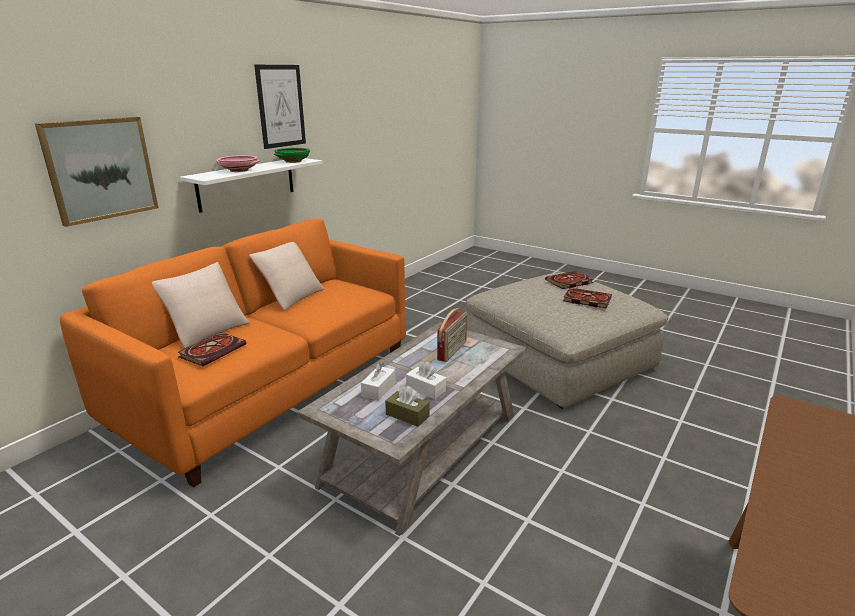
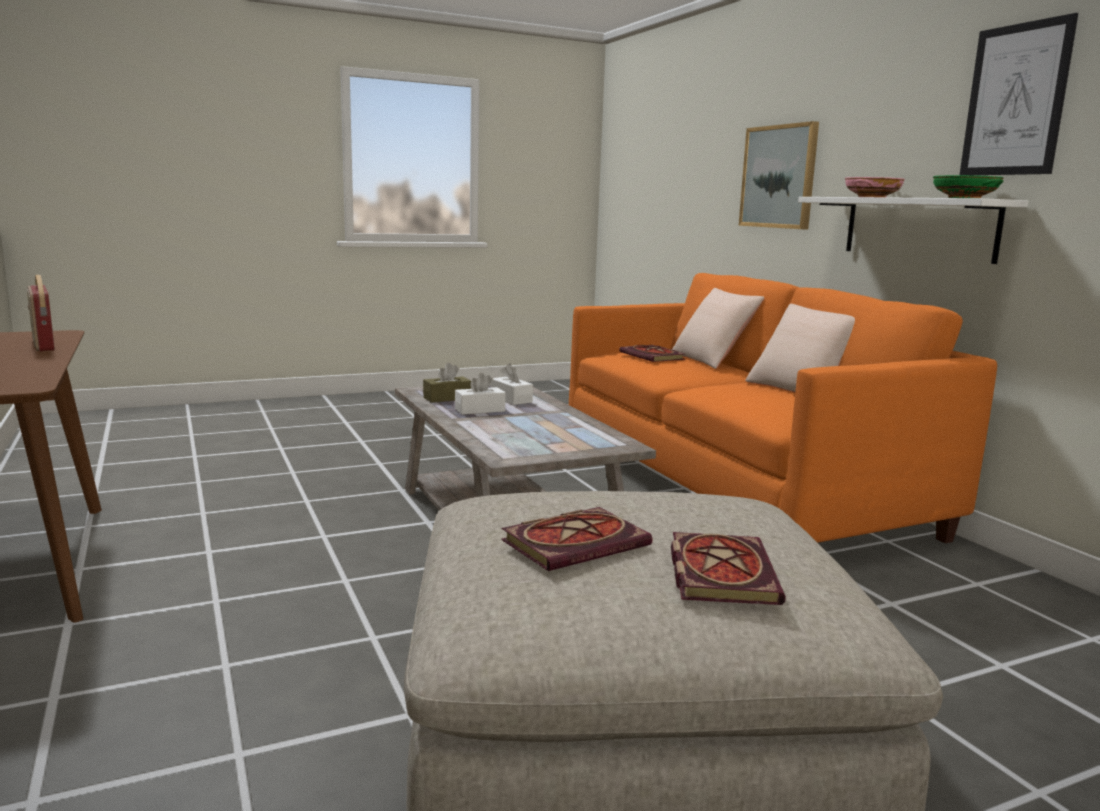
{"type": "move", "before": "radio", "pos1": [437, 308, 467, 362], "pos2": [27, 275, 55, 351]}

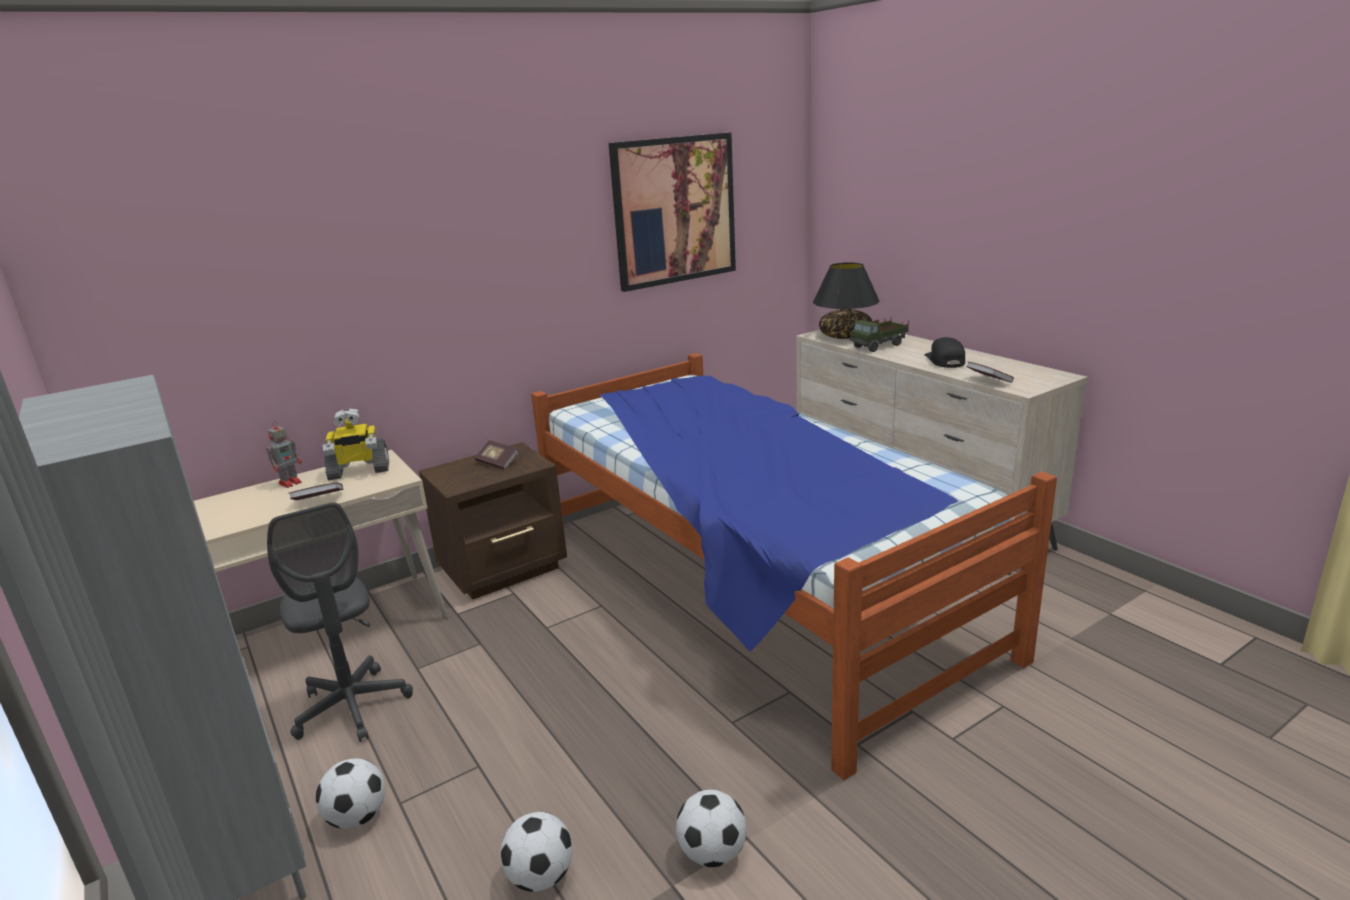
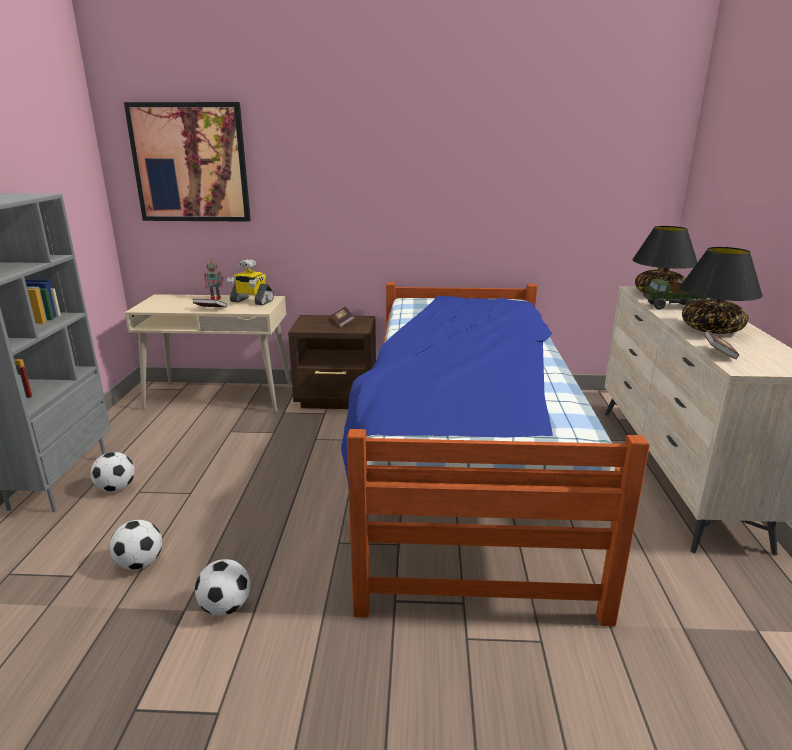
{"type": "delete", "before": "desk chair/grey", "pos1": [267, 502, 413, 742]}
{"type": "move", "before": "picture", "pos1": [609, 133, 736, 292], "pos2": [124, 102, 251, 222]}
{"type": "replace", "before": "baseball cap/blackish", "after": "lamp for a table/blackish", "pos1": [924, 337, 965, 368], "pos2": [679, 247, 763, 334]}

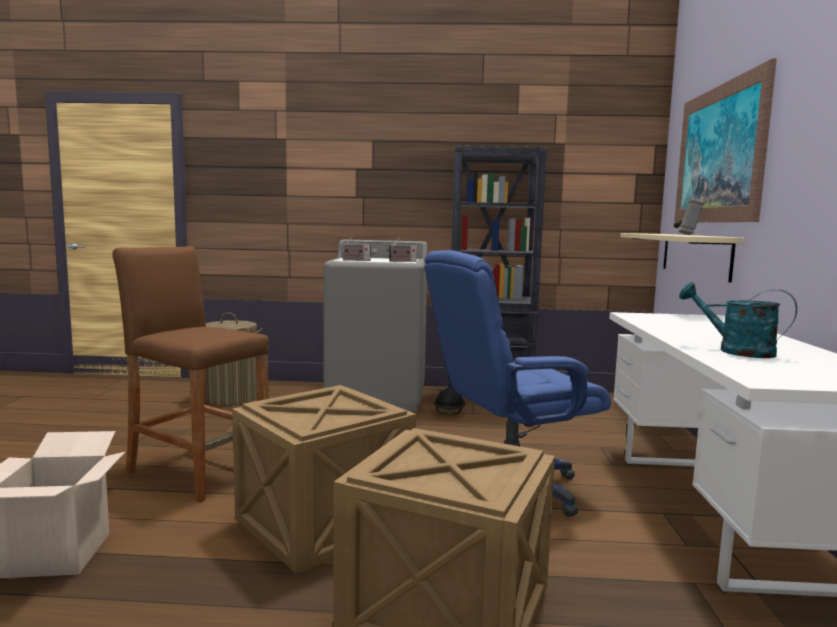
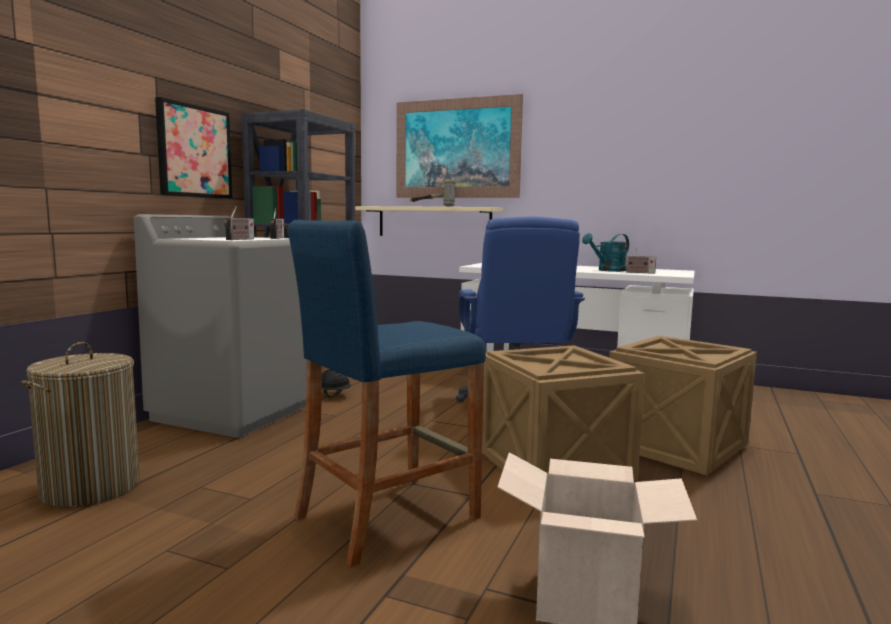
{"type": "insert", "after": "picture", "pos2": [155, 97, 232, 198]}
{"type": "insert", "after": "radio", "pos2": [624, 247, 656, 274]}
{"type": "recolor", "before": "sitting stool/brown", "after": "sitting stool/blue", "pos1": [113, 246, 269, 503], "pos2": [288, 220, 486, 567]}

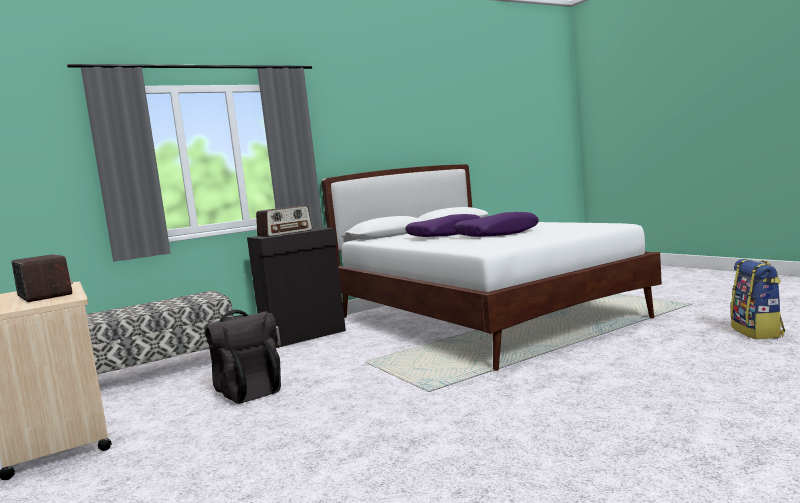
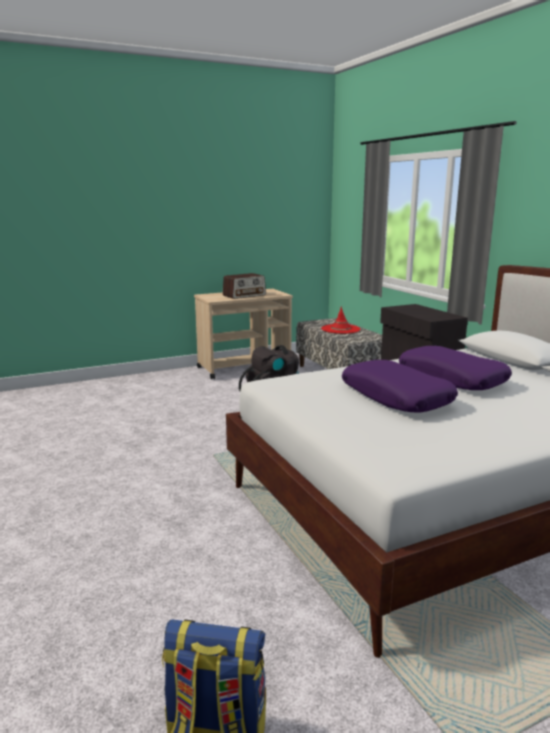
{"type": "delete", "before": "radio", "pos1": [256, 206, 312, 237]}
{"type": "insert", "after": "hat/red", "pos2": [321, 306, 361, 334]}

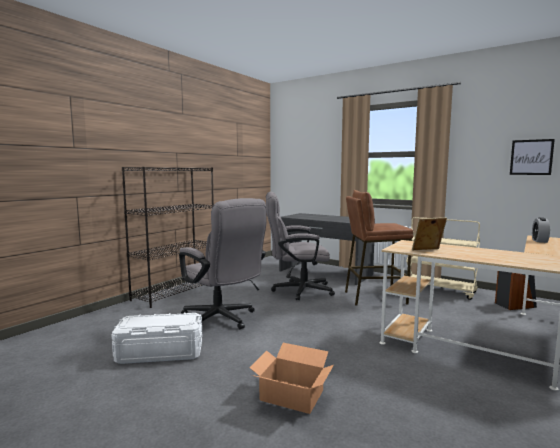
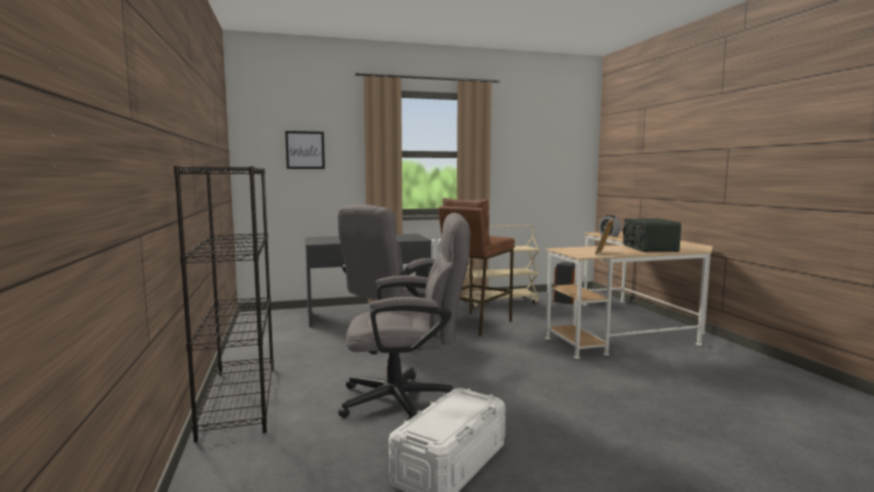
{"type": "delete", "before": "cardboard box", "pos1": [250, 343, 334, 414]}
{"type": "insert", "after": "radio", "pos2": [623, 218, 681, 252]}
{"type": "move", "before": "picture", "pos1": [510, 139, 555, 175], "pos2": [285, 131, 325, 169]}

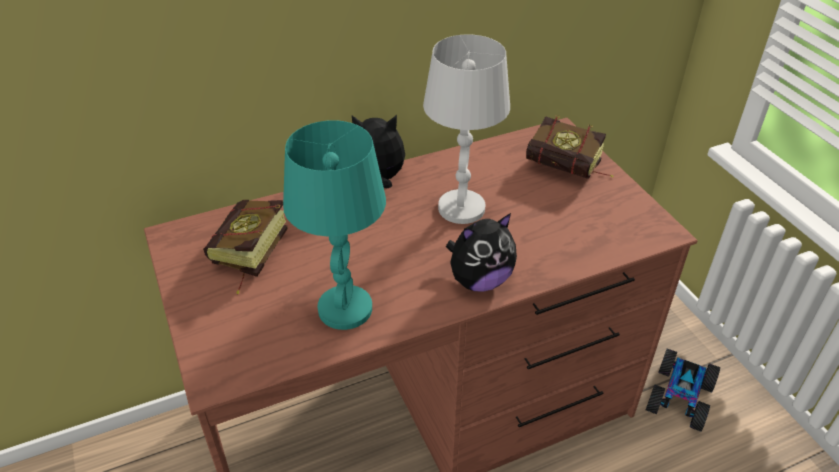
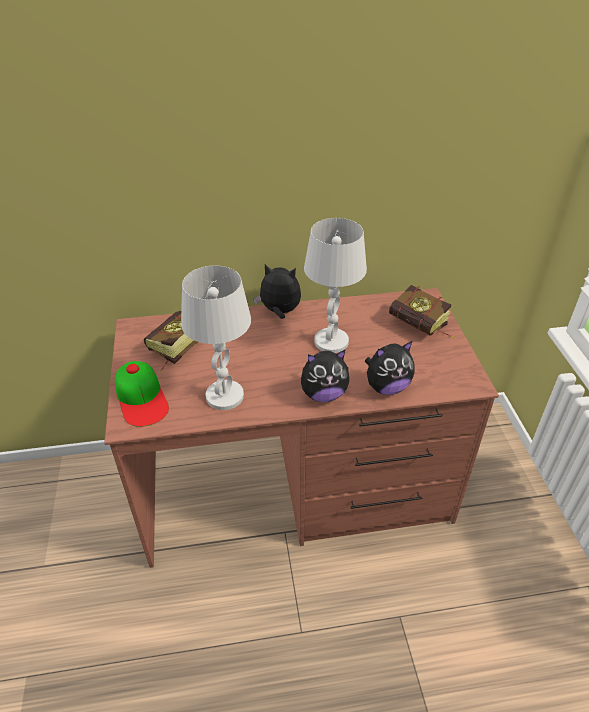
{"type": "delete", "before": "toy car", "pos1": [646, 349, 720, 432]}
{"type": "insert", "after": "baseball cap", "pos2": [115, 361, 169, 427]}
{"type": "insert", "after": "soft toy", "pos2": [365, 341, 415, 395]}
{"type": "recolor", "before": "lamp for a table/blue-green", "after": "lamp for a table/white", "pos1": [283, 120, 386, 330], "pos2": [181, 266, 251, 410]}

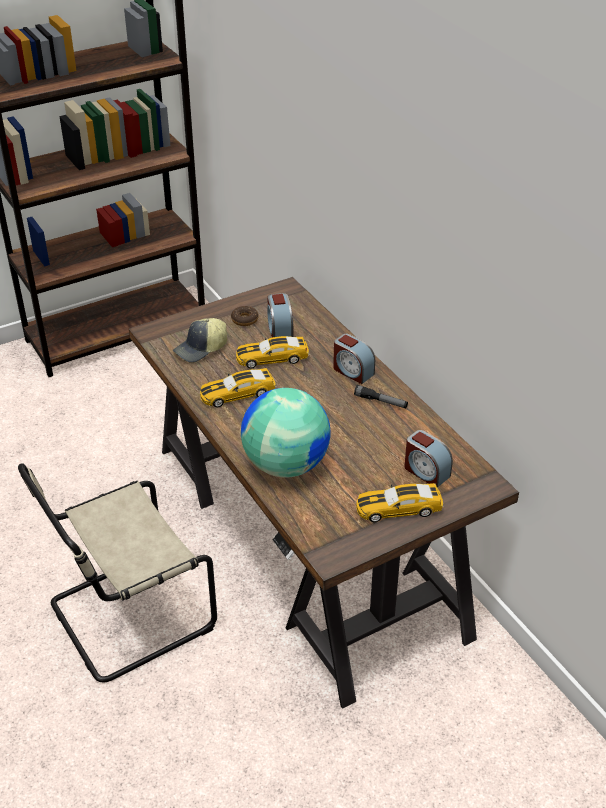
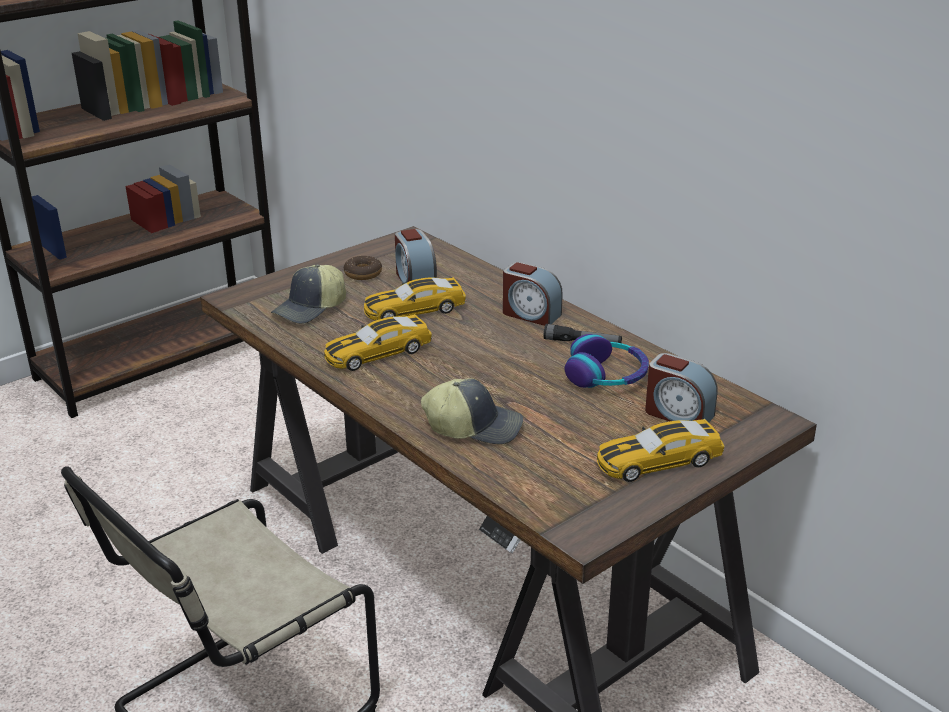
{"type": "insert", "after": "headset", "pos2": [565, 334, 649, 388]}
{"type": "replace", "before": "desk globe", "after": "baseball cap", "pos1": [241, 388, 331, 478], "pos2": [421, 378, 523, 444]}

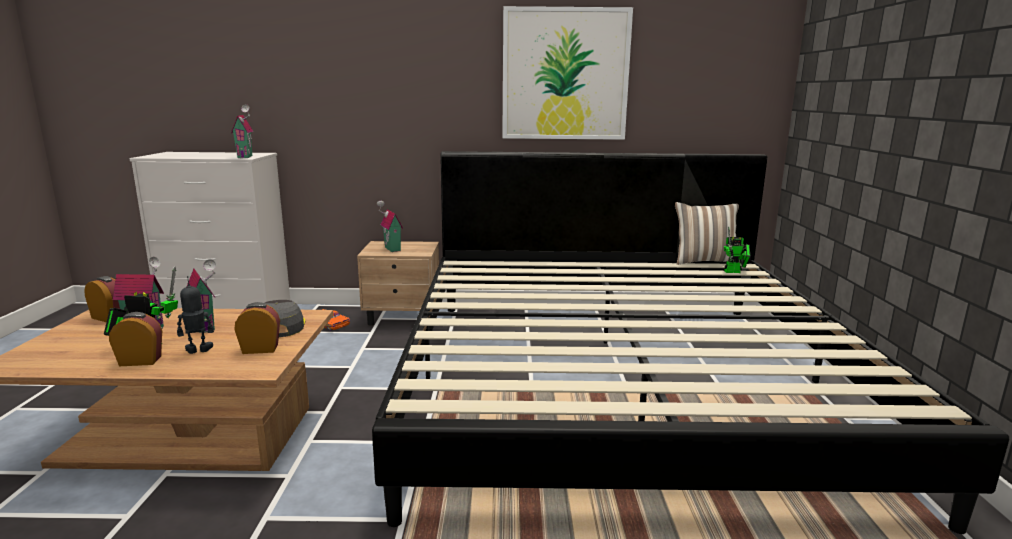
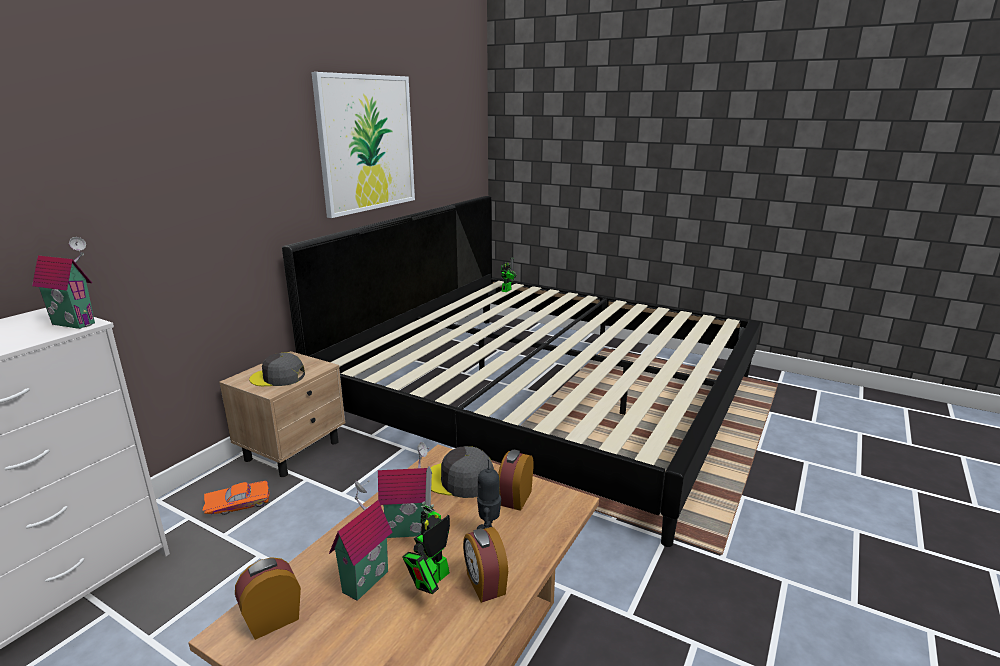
{"type": "delete", "before": "throw pillow", "pos1": [675, 202, 741, 265]}
{"type": "replace", "before": "toy house", "after": "baseball cap/grey", "pos1": [377, 201, 403, 252], "pos2": [249, 352, 305, 386]}
{"type": "rotate", "before": "table clock", "pos1": [109, 312, 162, 366], "pos2": [463, 527, 508, 603], "turn": -45}

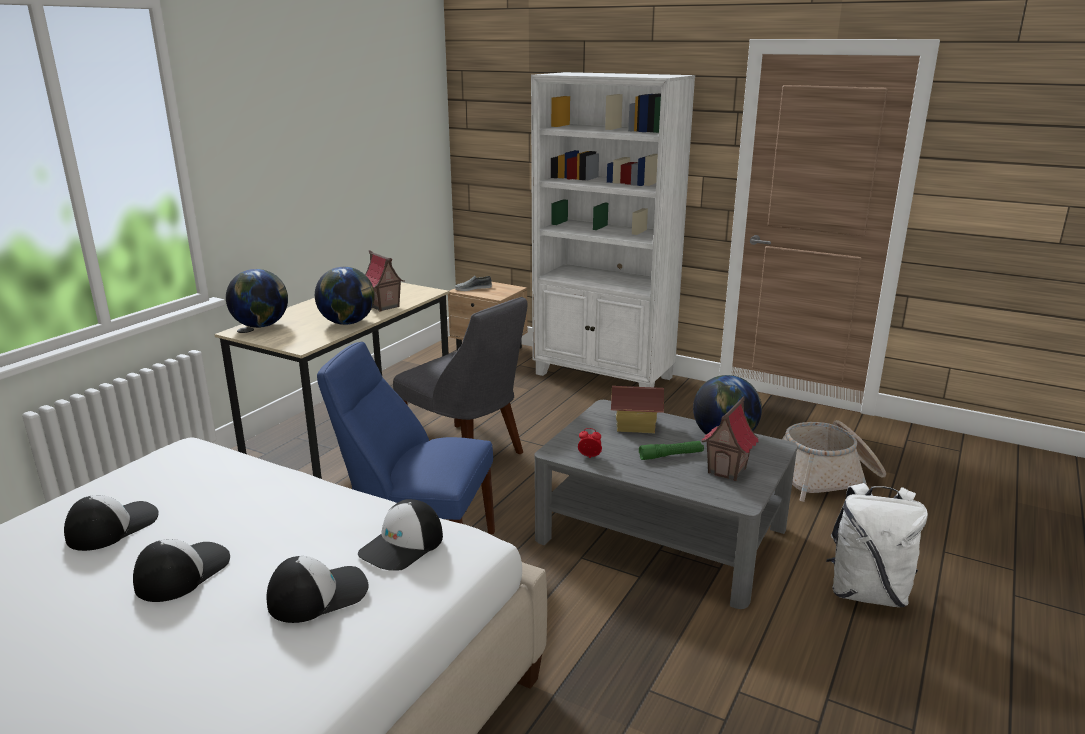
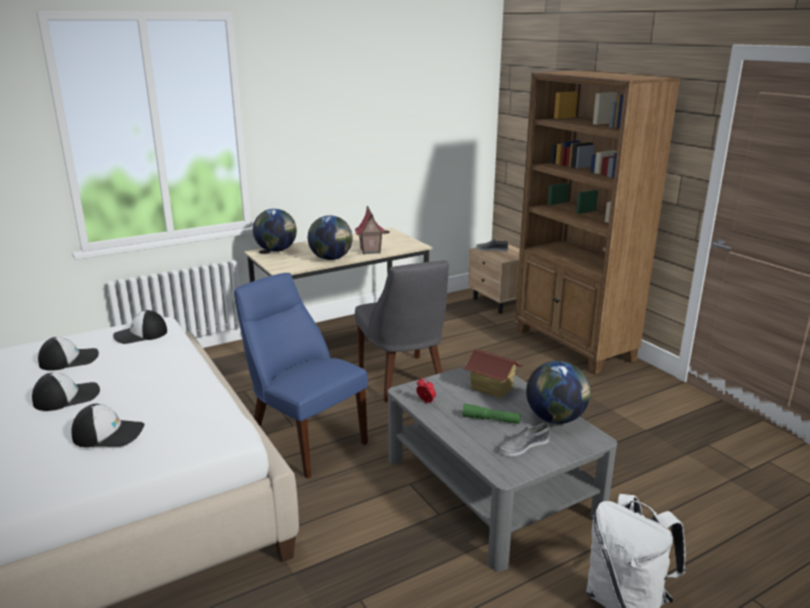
{"type": "delete", "before": "household basket", "pos1": [782, 420, 886, 502]}
{"type": "move", "before": "baseball cap", "pos1": [358, 499, 443, 571], "pos2": [113, 310, 167, 344]}
{"type": "replace", "before": "toy house", "after": "item of footwear/grey", "pos1": [701, 396, 759, 481], "pos2": [500, 423, 550, 456]}
{"type": "recolor", "before": "shelving unit/white", "after": "shelving unit/brown", "pos1": [531, 72, 695, 387], "pos2": [515, 70, 680, 375]}

